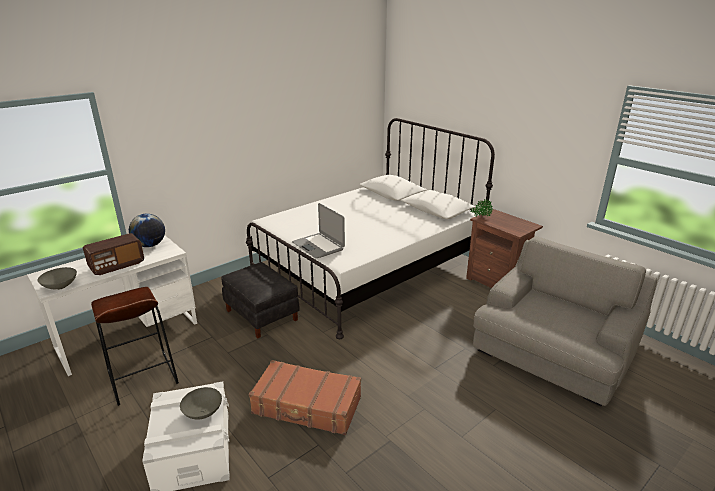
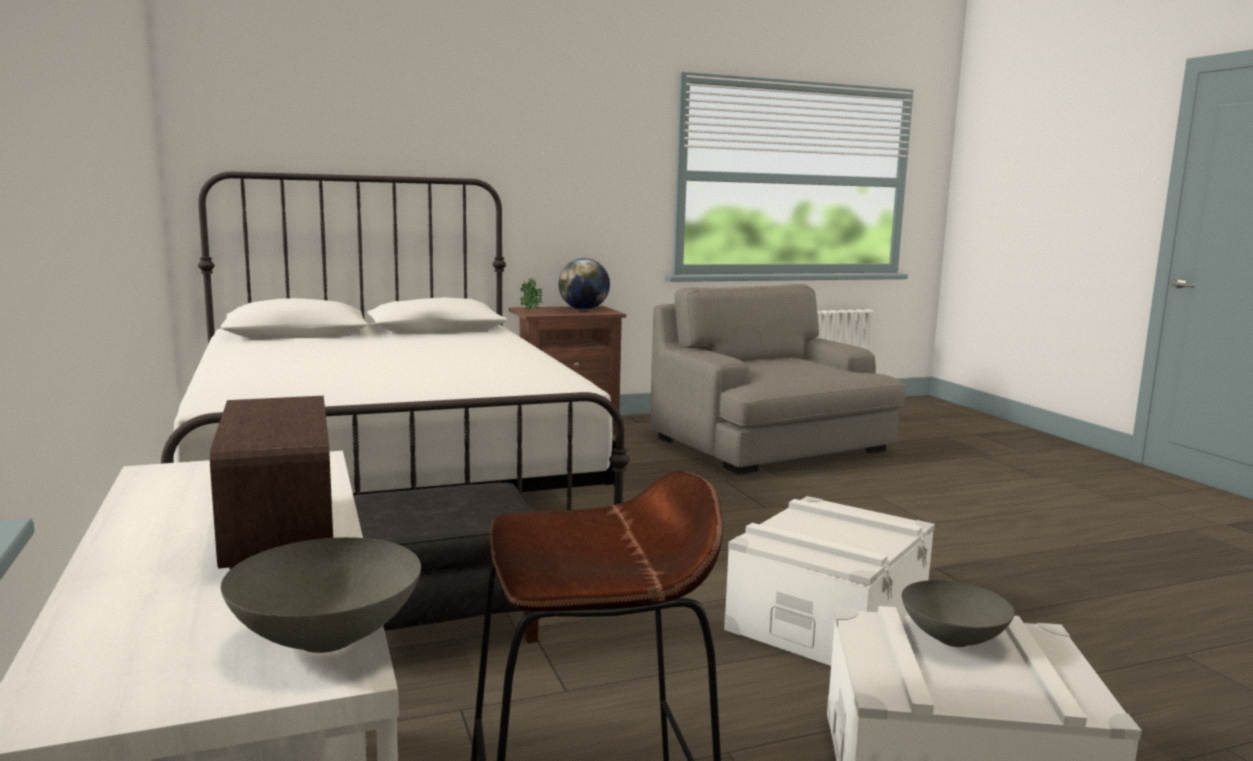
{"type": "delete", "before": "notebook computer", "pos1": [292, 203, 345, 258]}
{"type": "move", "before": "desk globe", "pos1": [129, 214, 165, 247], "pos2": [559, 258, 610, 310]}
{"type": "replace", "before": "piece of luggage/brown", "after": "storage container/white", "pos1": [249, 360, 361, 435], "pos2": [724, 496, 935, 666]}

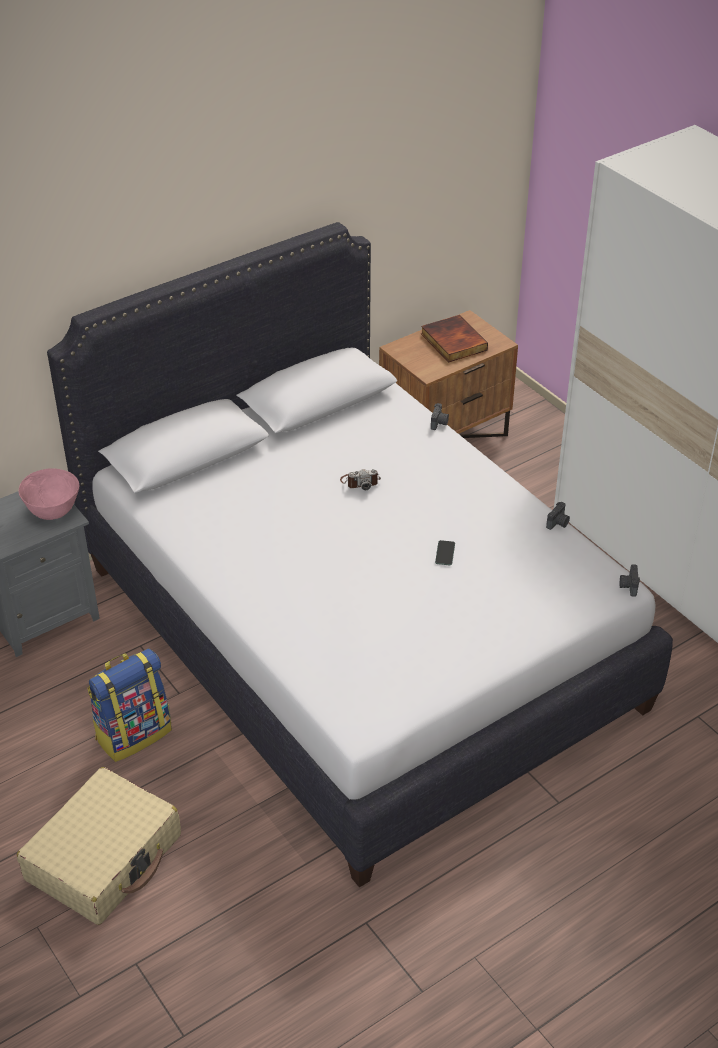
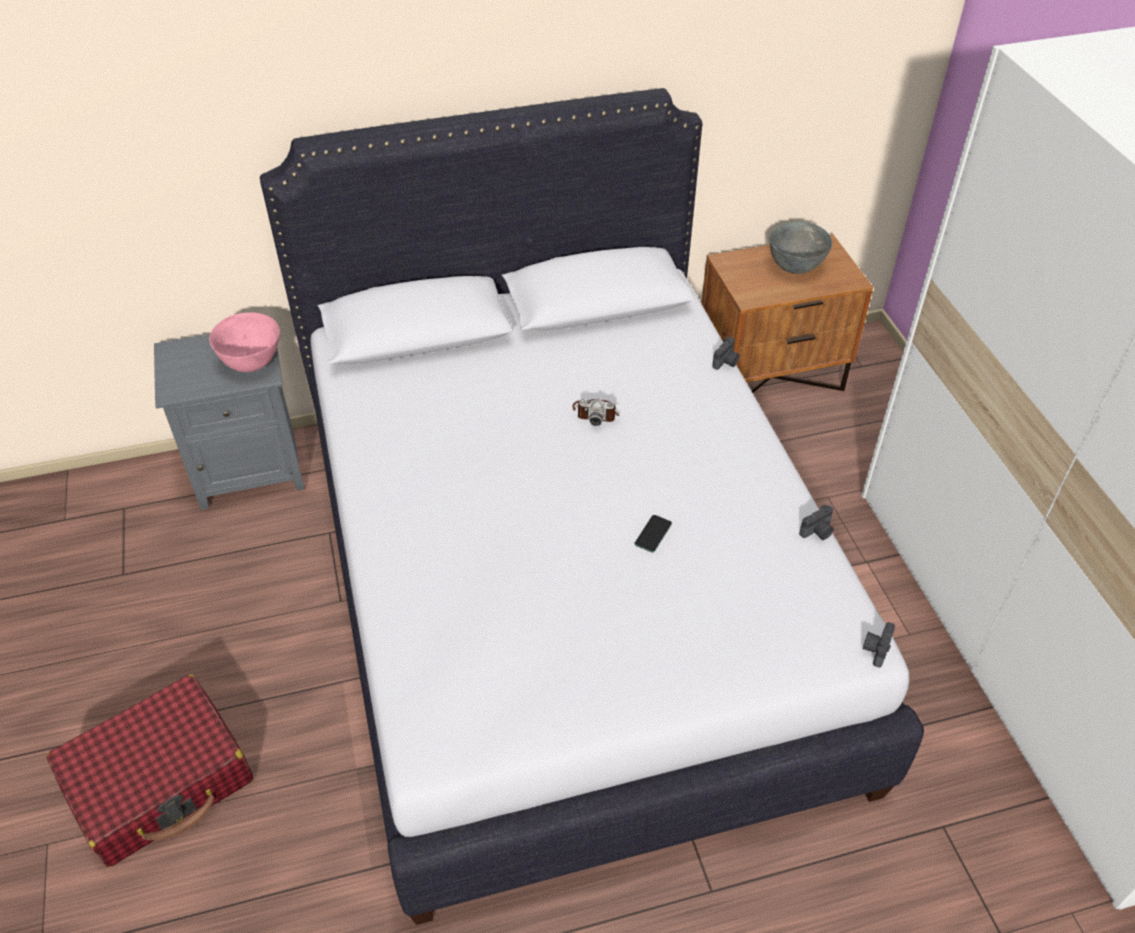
{"type": "delete", "before": "backpack", "pos1": [87, 648, 172, 762]}
{"type": "replace", "before": "volume", "after": "serving bowl/grey", "pos1": [421, 315, 488, 363], "pos2": [769, 222, 832, 274]}
{"type": "recolor", "before": "piece of luggage/sand-coloured", "after": "piece of luggage/red", "pos1": [17, 767, 181, 925], "pos2": [46, 674, 253, 867]}

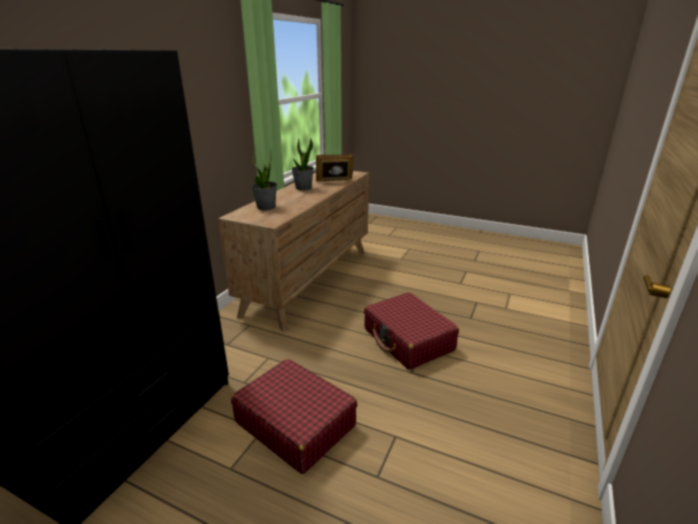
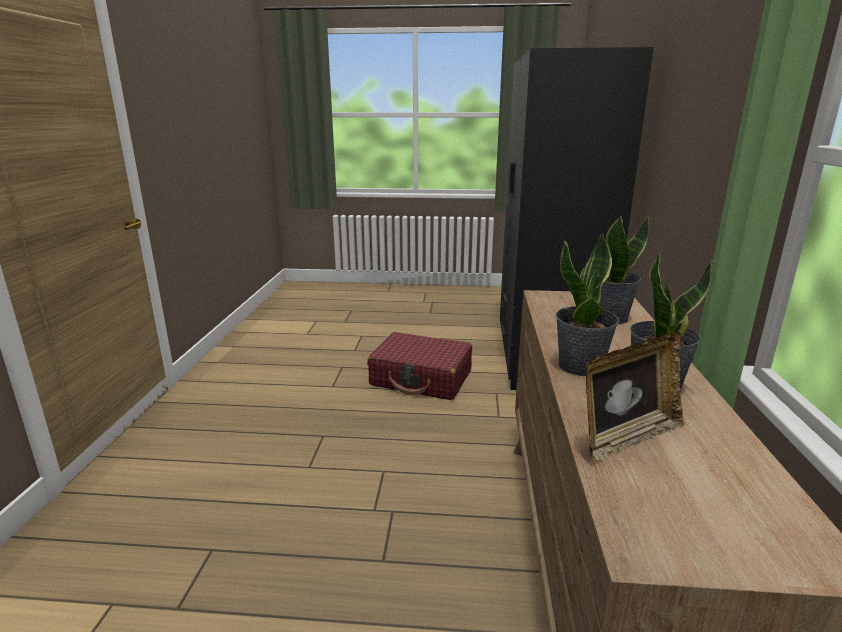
{"type": "delete", "before": "piece of luggage/red", "pos1": [364, 292, 459, 370]}
{"type": "insert", "after": "houseplant", "pos2": [556, 233, 619, 376]}

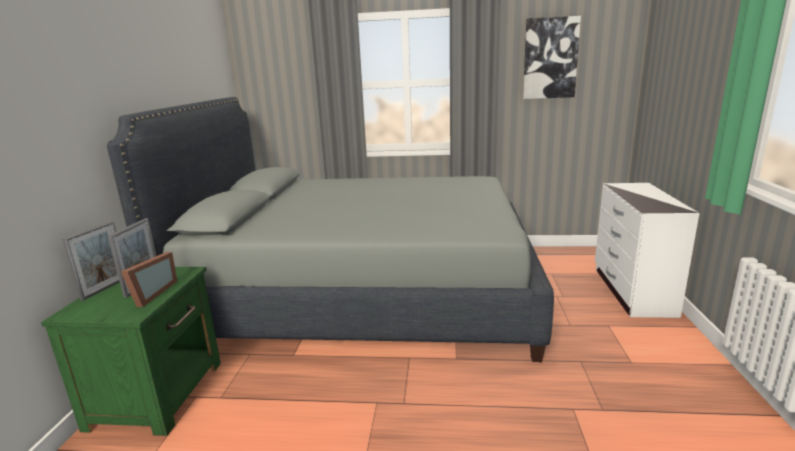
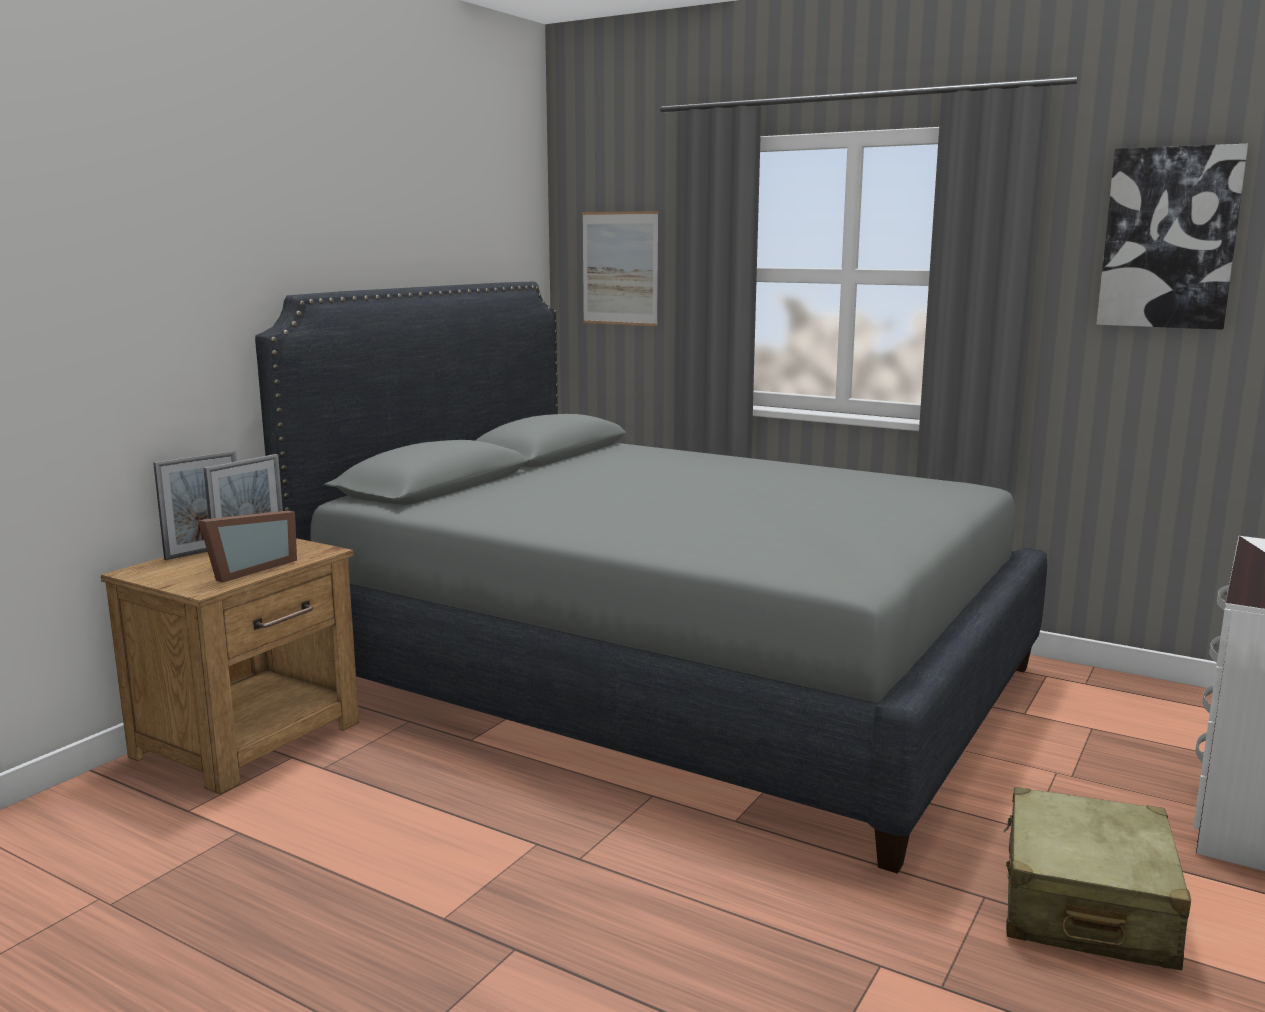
{"type": "insert", "after": "picture", "pos2": [582, 211, 659, 326]}
{"type": "insert", "after": "piece of luggage/sand-coloured", "pos2": [1004, 787, 1191, 970]}
{"type": "recolor", "before": "nightstand/green-coloured", "after": "nightstand/brown", "pos1": [41, 267, 221, 436], "pos2": [101, 538, 359, 794]}

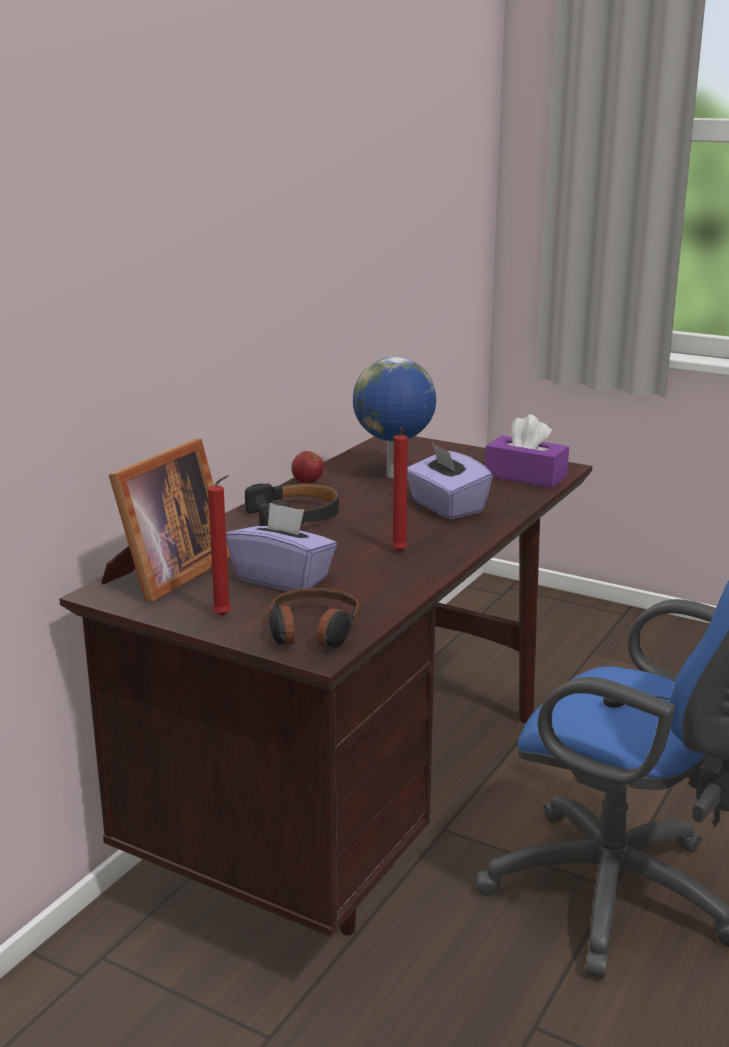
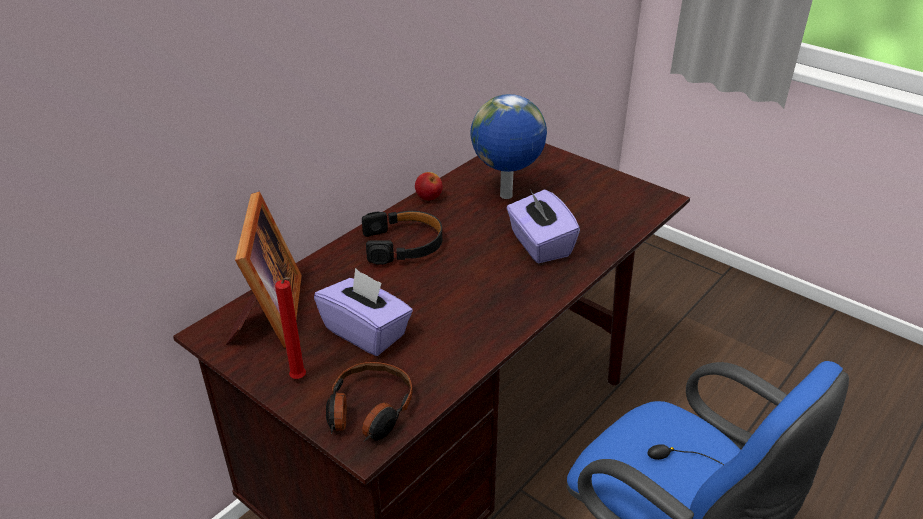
{"type": "delete", "before": "wax light/red", "pos1": [391, 427, 408, 552]}
{"type": "delete", "before": "tissue holder/purple", "pos1": [485, 415, 569, 488]}
{"type": "rotate", "before": "standing frame", "pos1": [101, 439, 231, 602], "pos2": [226, 192, 302, 348], "turn": -45}

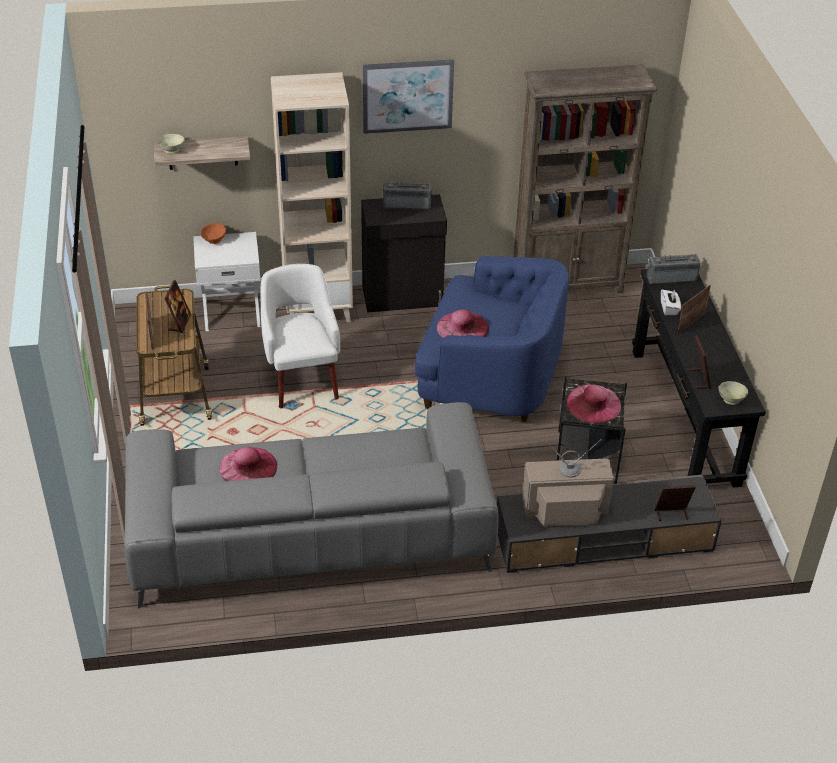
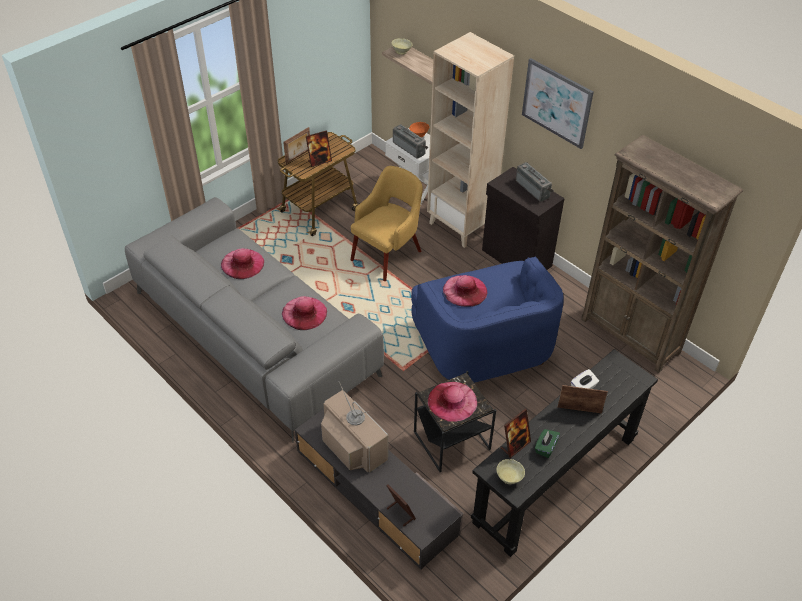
{"type": "insert", "after": "hat/pink", "pos2": [282, 296, 327, 330]}
{"type": "insert", "after": "tissue holder/green-coloured", "pos2": [535, 429, 560, 458]}
{"type": "move", "before": "radio", "pos1": [646, 254, 701, 284], "pos2": [393, 124, 428, 159]}
{"type": "recolor", "before": "armchair/white", "after": "armchair/yellowish", "pos1": [261, 264, 340, 408], "pos2": [351, 166, 423, 281]}

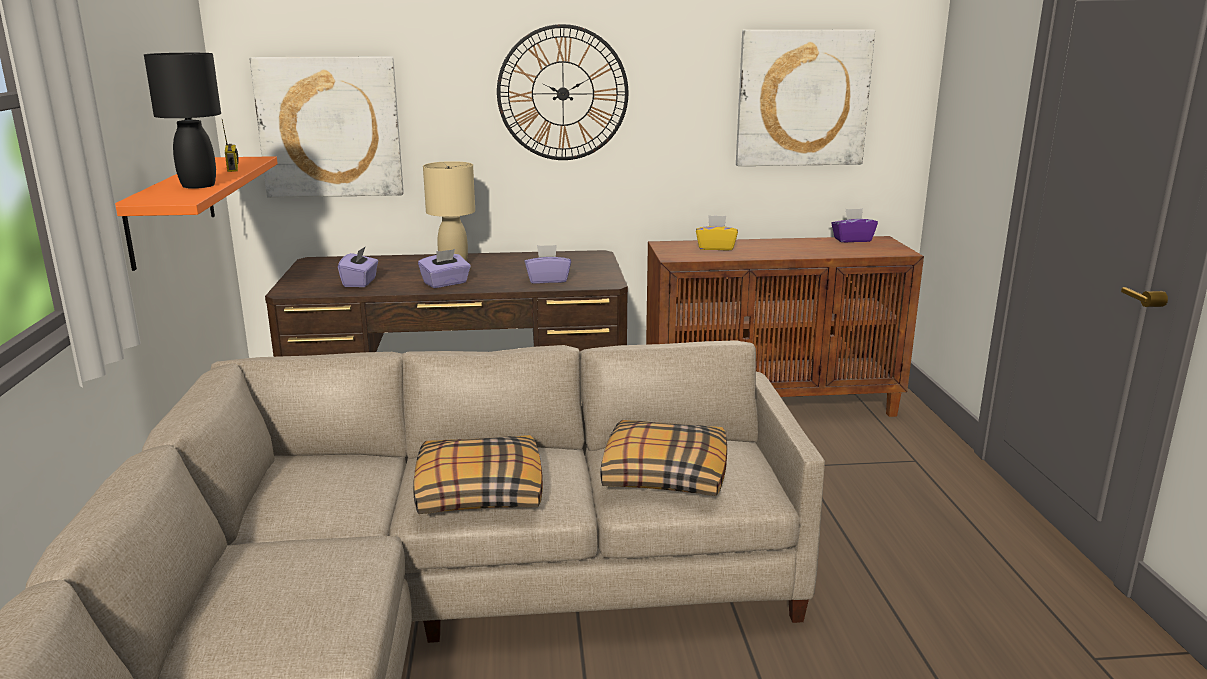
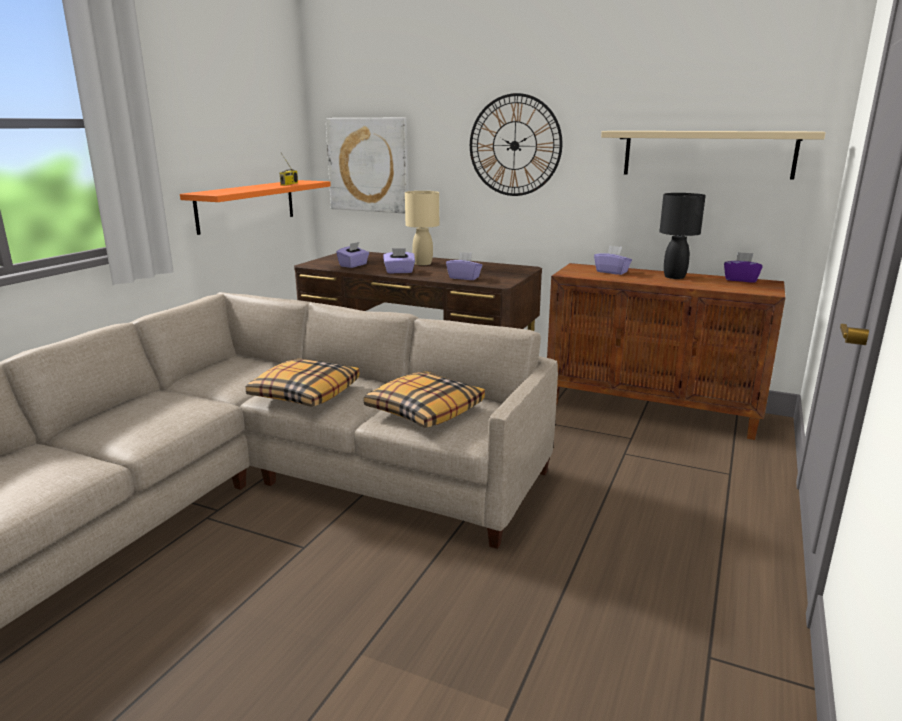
{"type": "move", "before": "lamp for a table/blackish", "pos1": [144, 53, 221, 189], "pos2": [659, 193, 706, 279]}
{"type": "replace", "before": "picture", "after": "shelf/sand-coloured", "pos1": [736, 30, 875, 166], "pos2": [601, 131, 826, 179]}
{"type": "recolor", "before": "tissue holder/yellowish", "after": "tissue holder/purple", "pos1": [696, 215, 738, 251], "pos2": [594, 245, 632, 275]}

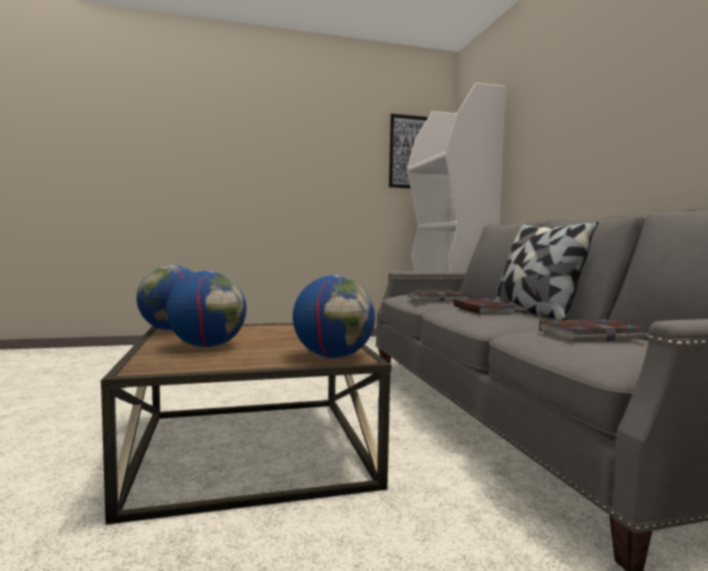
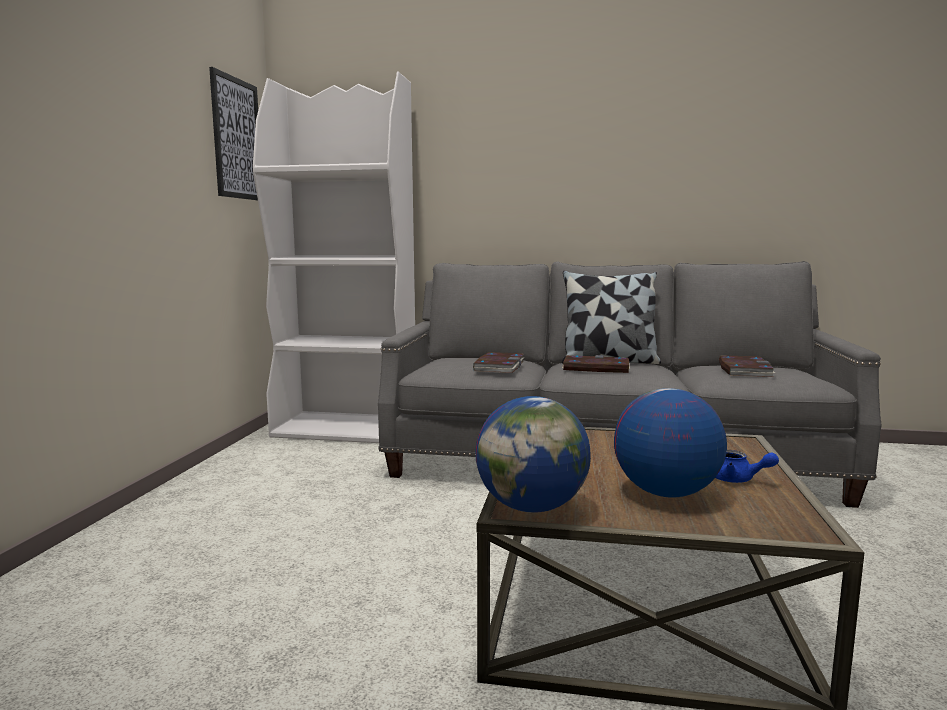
{"type": "delete", "before": "desk globe", "pos1": [293, 275, 375, 358]}
{"type": "insert", "after": "pot for tea/blue", "pos2": [715, 450, 779, 483]}

